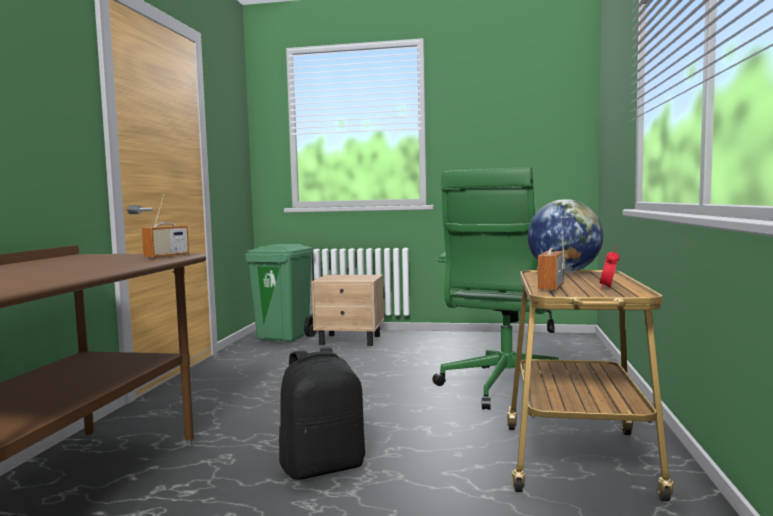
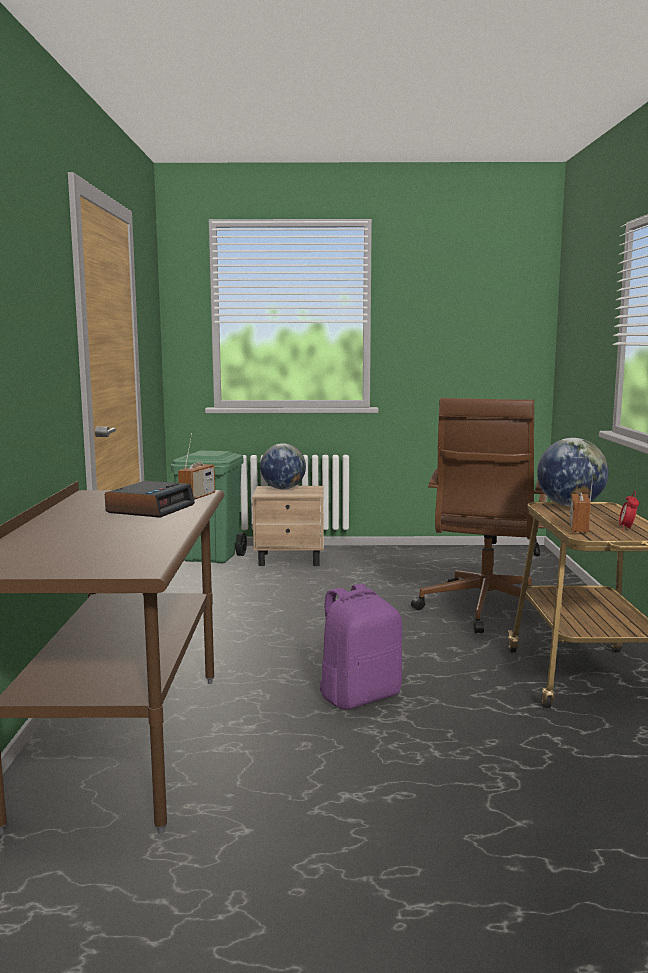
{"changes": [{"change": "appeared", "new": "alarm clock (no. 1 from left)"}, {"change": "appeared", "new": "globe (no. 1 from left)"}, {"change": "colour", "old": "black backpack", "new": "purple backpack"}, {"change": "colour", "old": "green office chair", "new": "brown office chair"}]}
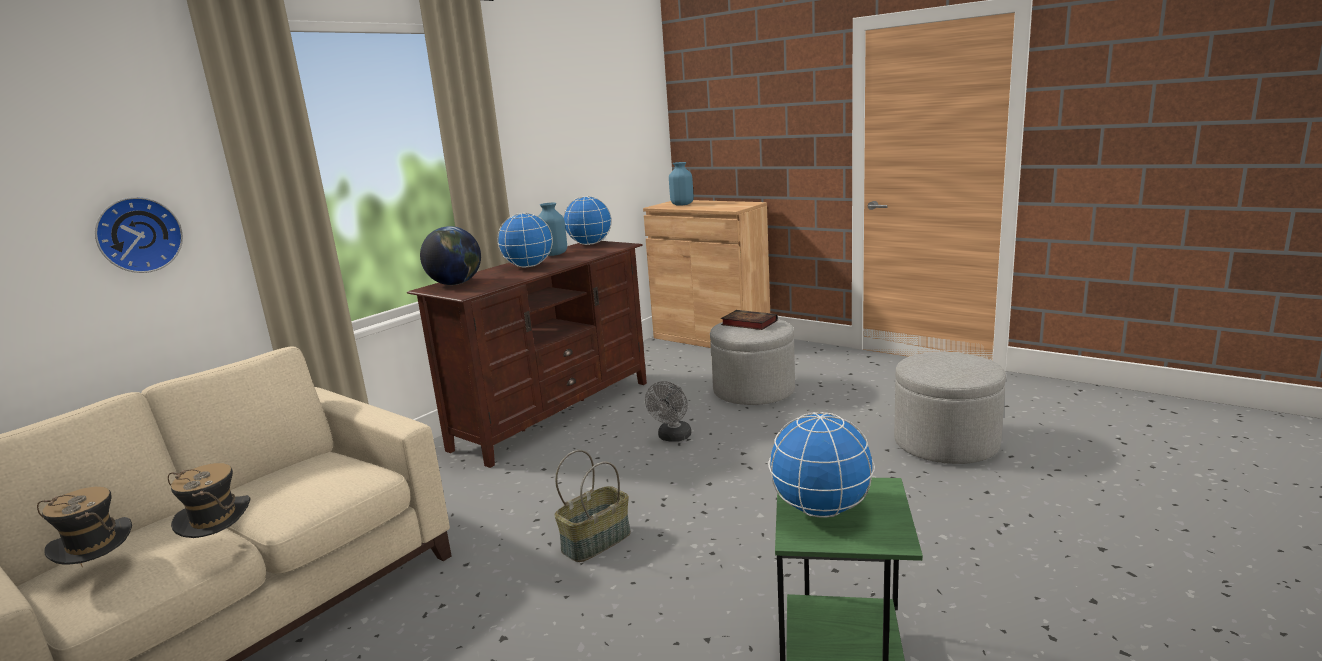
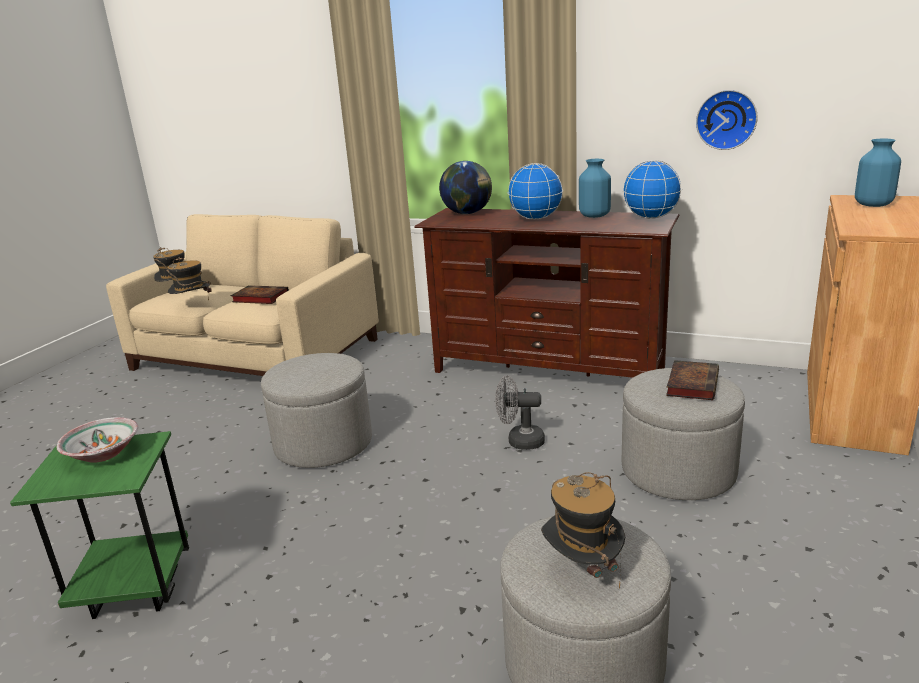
{"changes": [{"change": "exchanged", "old": "globe (no. 4 from left)", "new": "bowl"}, {"change": "appeared", "new": "book (no. 1 from left)"}, {"change": "exchanged", "old": "basket", "new": "grey ottoman (no. 1 from left)"}, {"change": "appeared", "new": "hat (no. 3 from left)"}, {"change": "relocated", "old": "wall clock"}]}
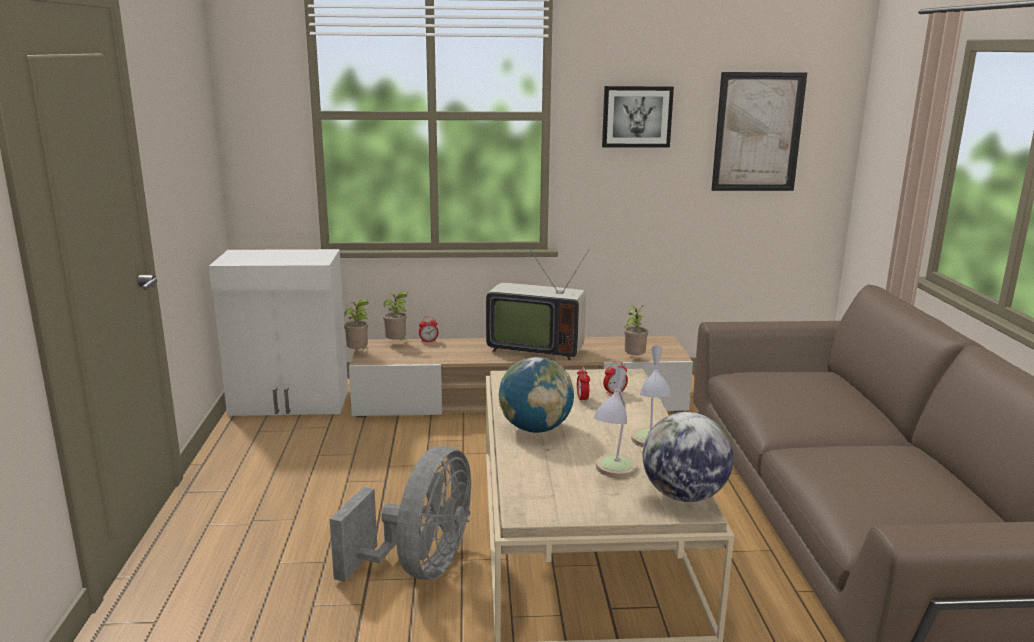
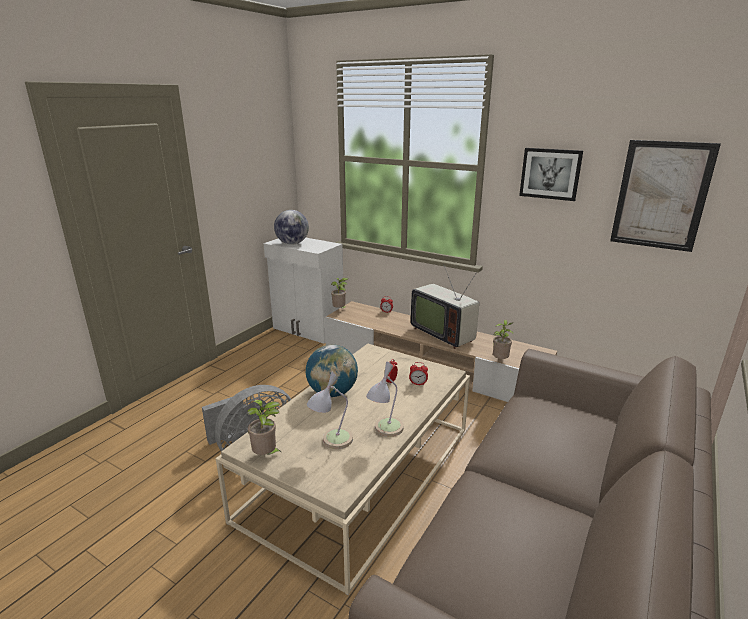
{"changes": [{"change": "relocated", "old": "potted plant (no. 2 from left in the first image)", "new": "potted plant (no. 1 from left)"}, {"change": "relocated", "old": "globe (no. 2 from left in the first image)", "new": "globe (no. 1 from left)"}]}
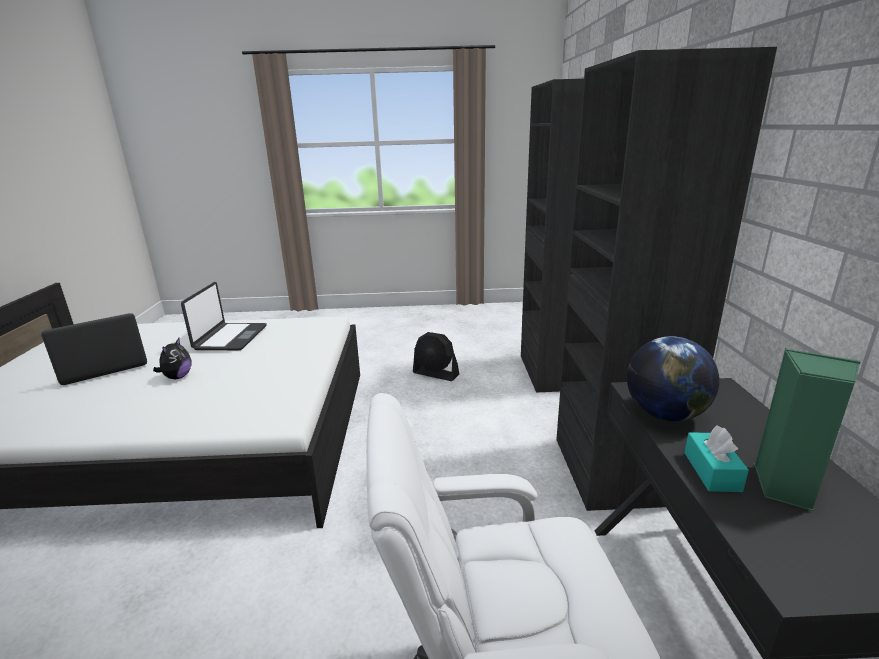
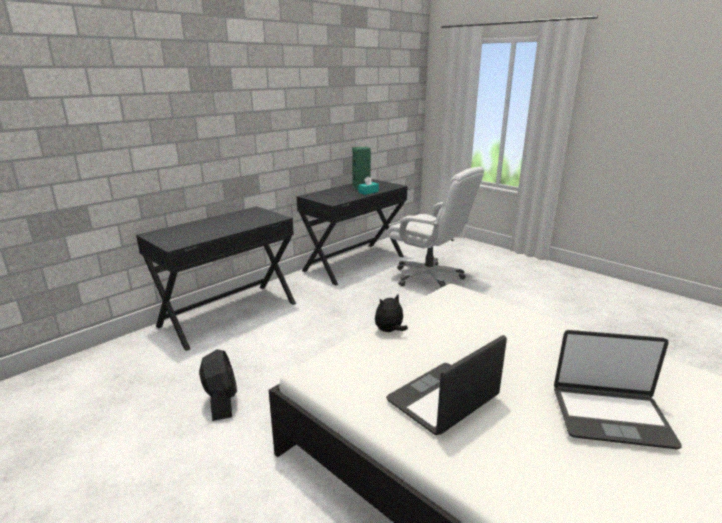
{"changes": [{"change": "exchanged", "old": "black wardrobe", "new": "black desk (no. 1 from left)"}, {"change": "relocated", "old": "plush toy"}, {"change": "missing", "old": "globe"}]}
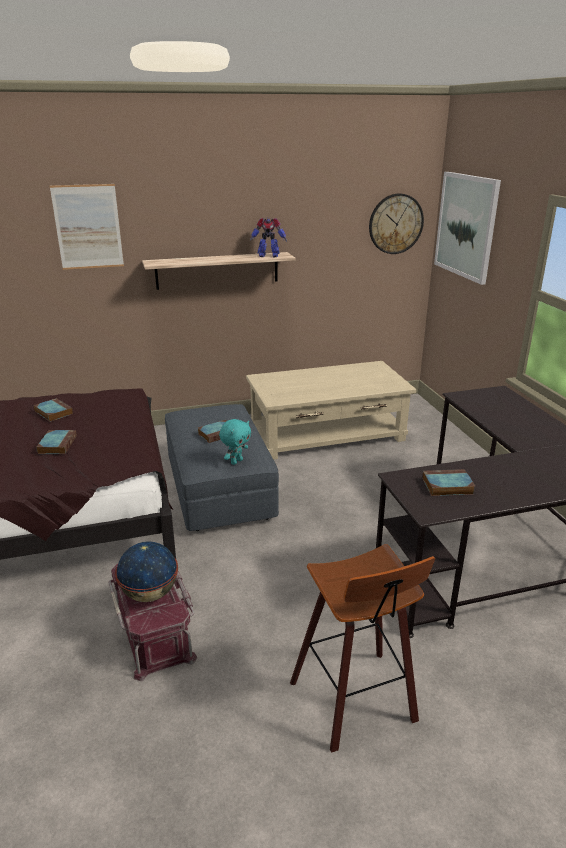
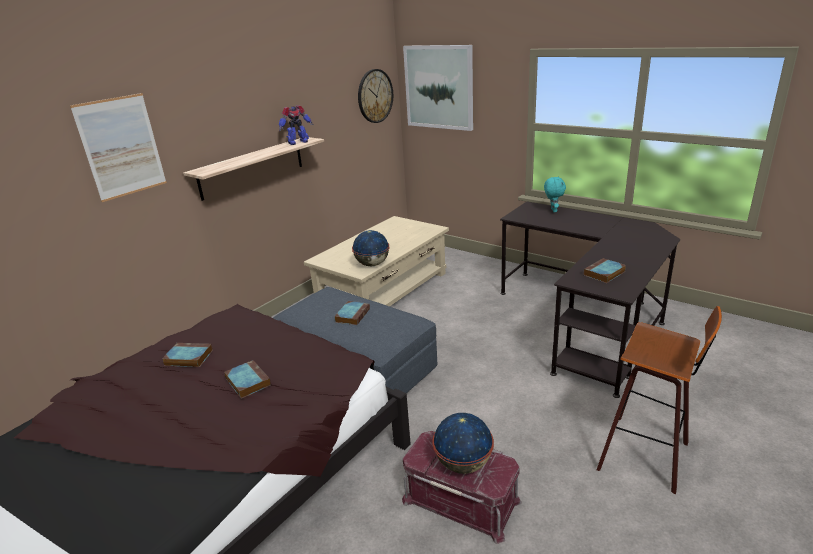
{"changes": [{"change": "appeared", "new": "globe (no. 1 from left)"}, {"change": "relocated", "old": "turquoise plush toy"}]}
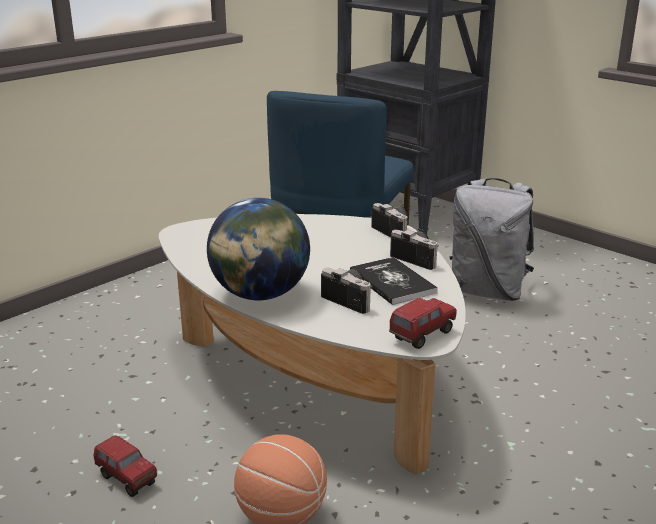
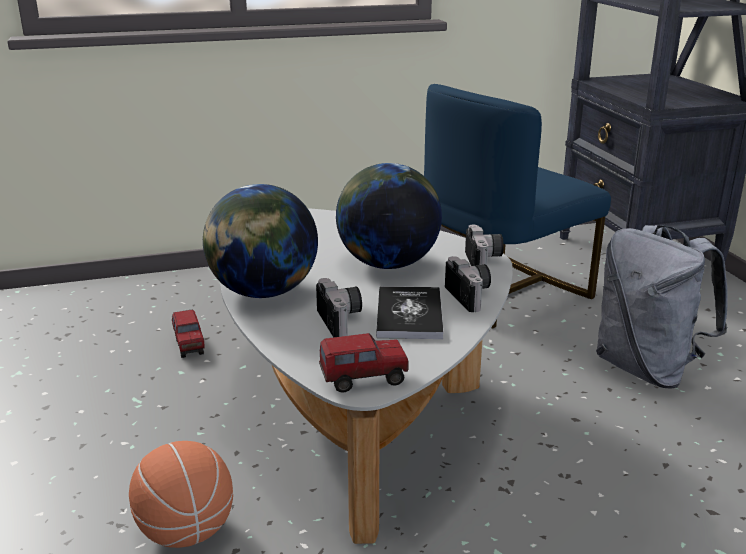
{"changes": [{"change": "relocated", "old": "toy truck (no. 1 from left)"}, {"change": "appeared", "new": "globe (no. 2 from left)"}]}
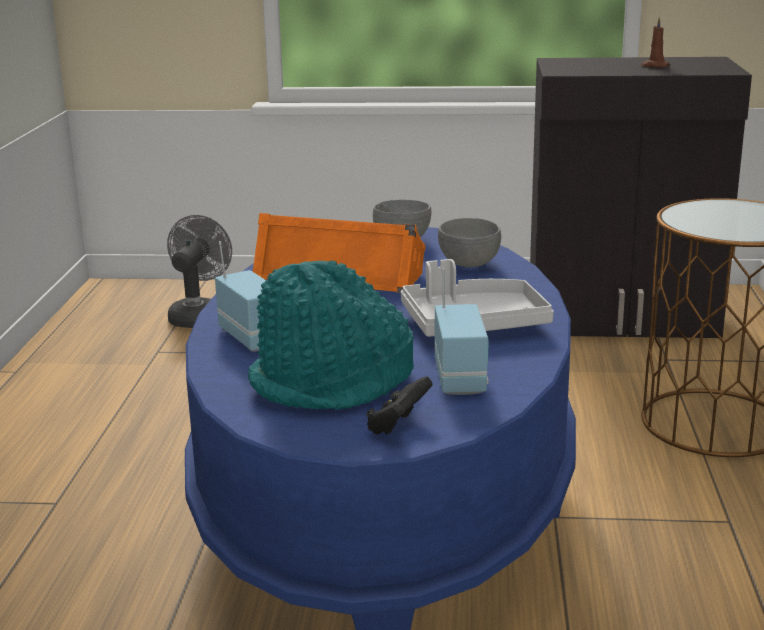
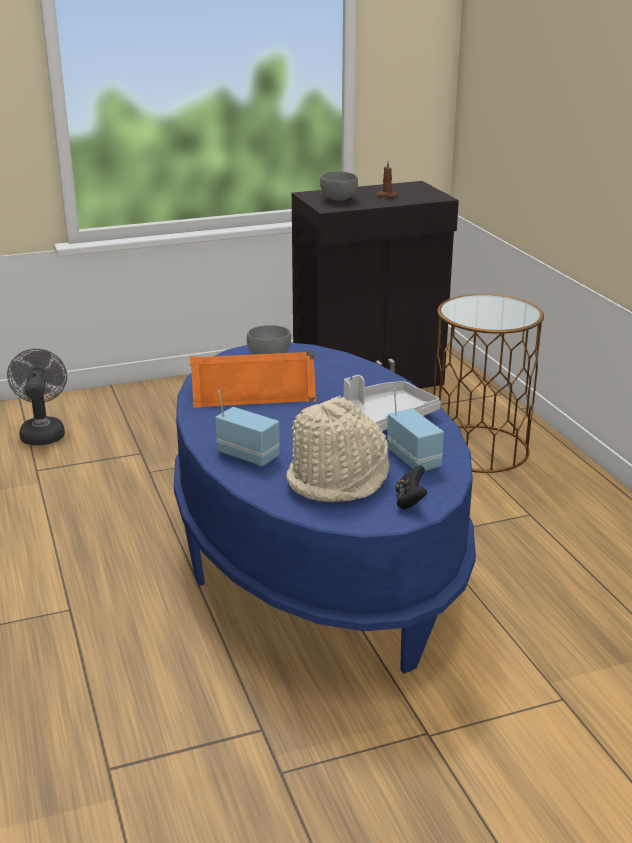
{"changes": [{"change": "colour", "old": "turquoise hat", "new": "beige hat"}, {"change": "relocated", "old": "grey bowl (no. 2 from left)"}]}
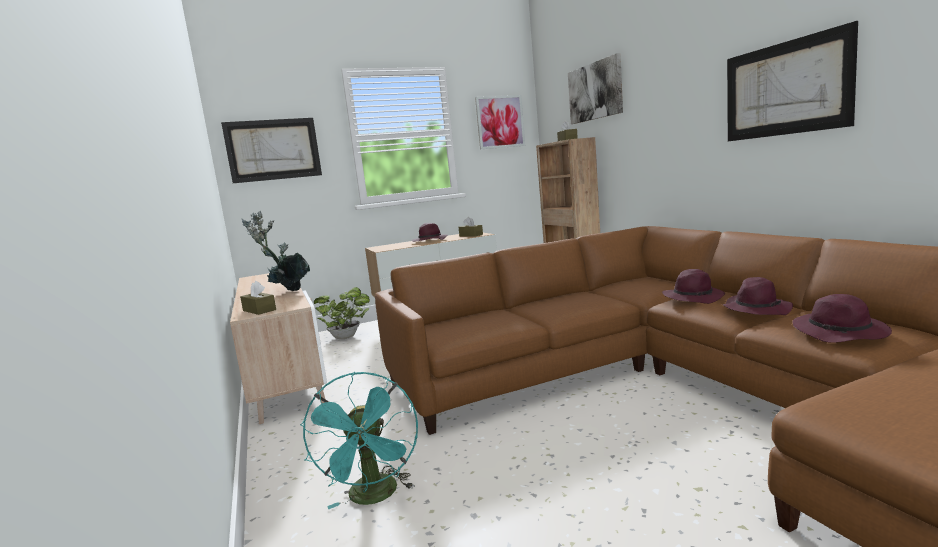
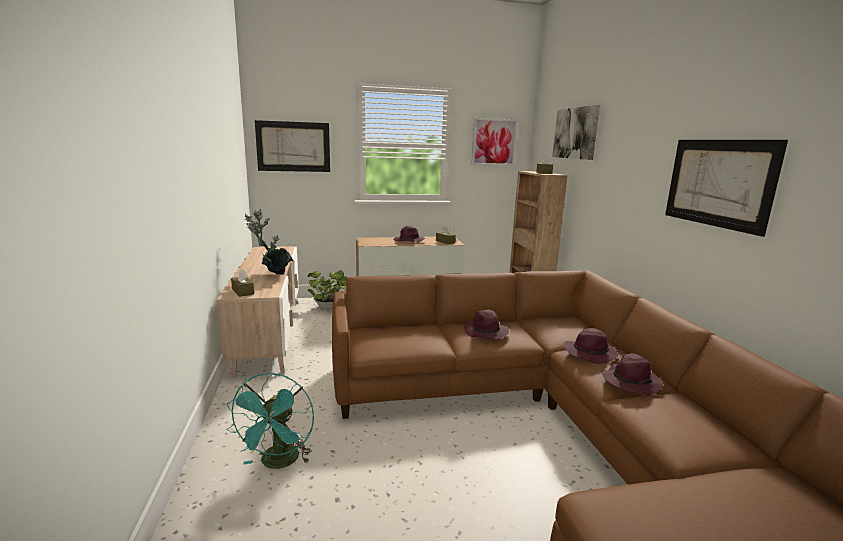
{"changes": [{"change": "relocated", "old": "purple hat (no. 4 from left in the first image)", "new": "purple hat (no. 2 from left)"}]}
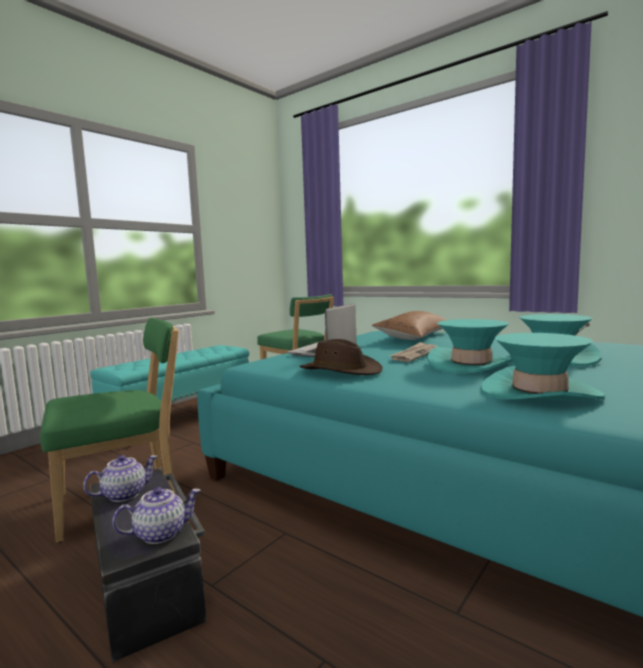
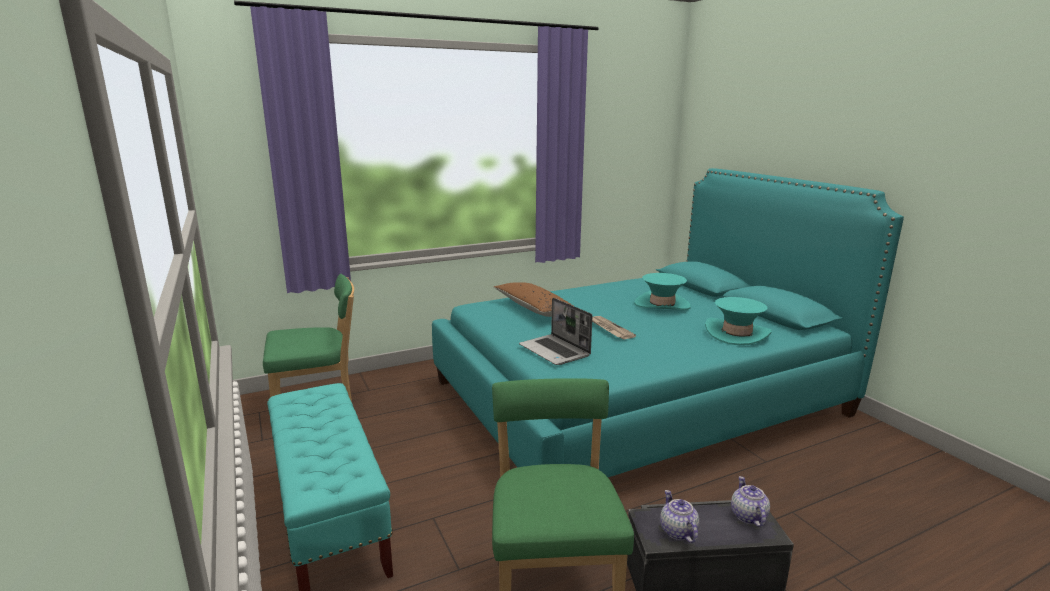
{"changes": [{"change": "missing", "old": "brown hat"}, {"change": "missing", "old": "turquoise hat (no. 1 from left)"}]}
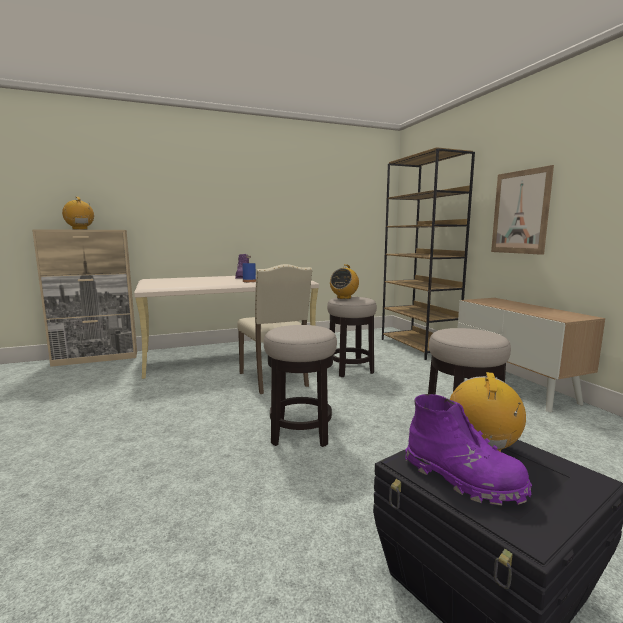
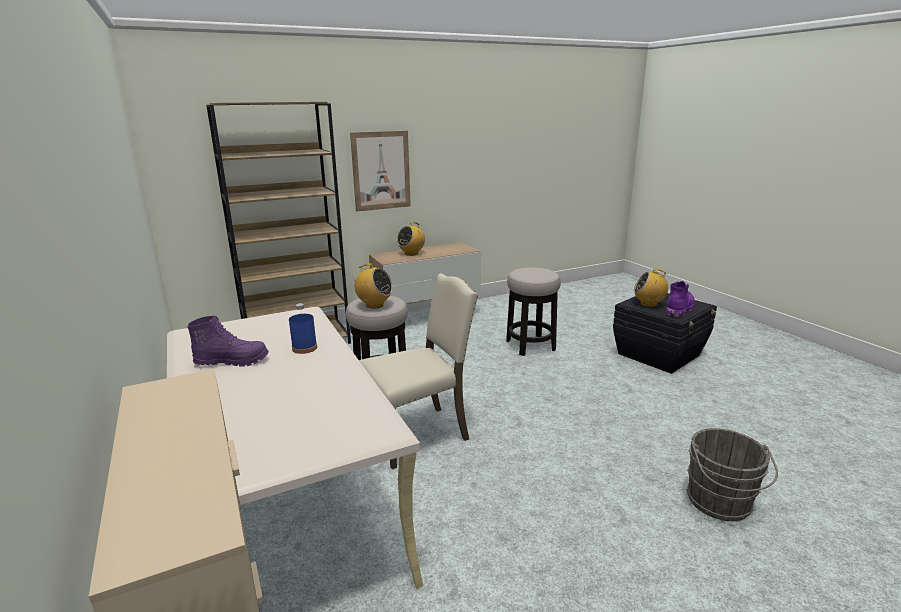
{"changes": [{"change": "relocated", "old": "radio (no. 1 from left in the first image)", "new": "radio (no. 2 from left)"}, {"change": "appeared", "new": "grey bucket"}, {"change": "missing", "old": "stool (no. 1 from left)"}]}
